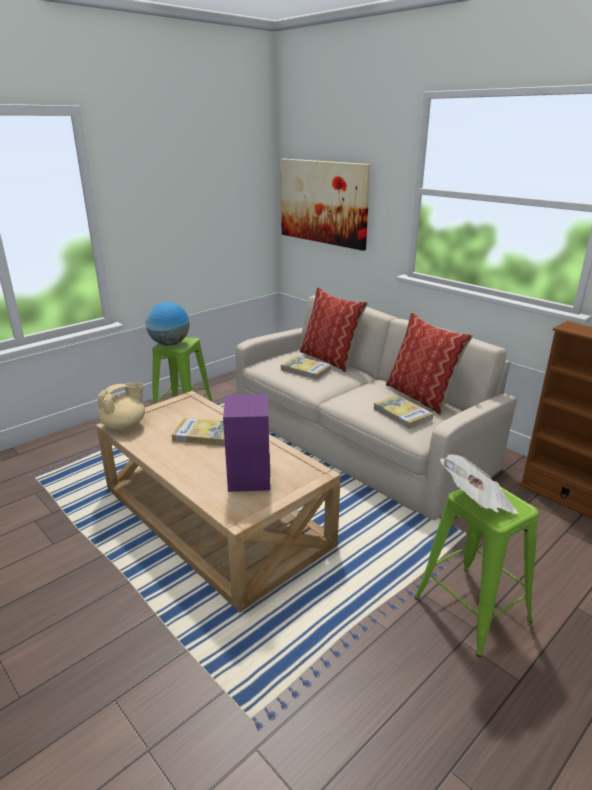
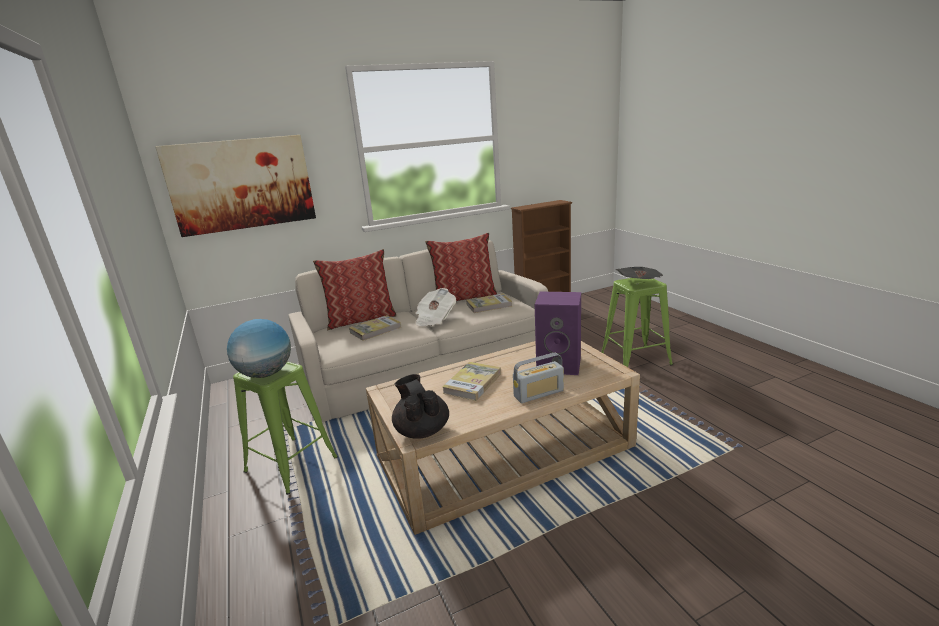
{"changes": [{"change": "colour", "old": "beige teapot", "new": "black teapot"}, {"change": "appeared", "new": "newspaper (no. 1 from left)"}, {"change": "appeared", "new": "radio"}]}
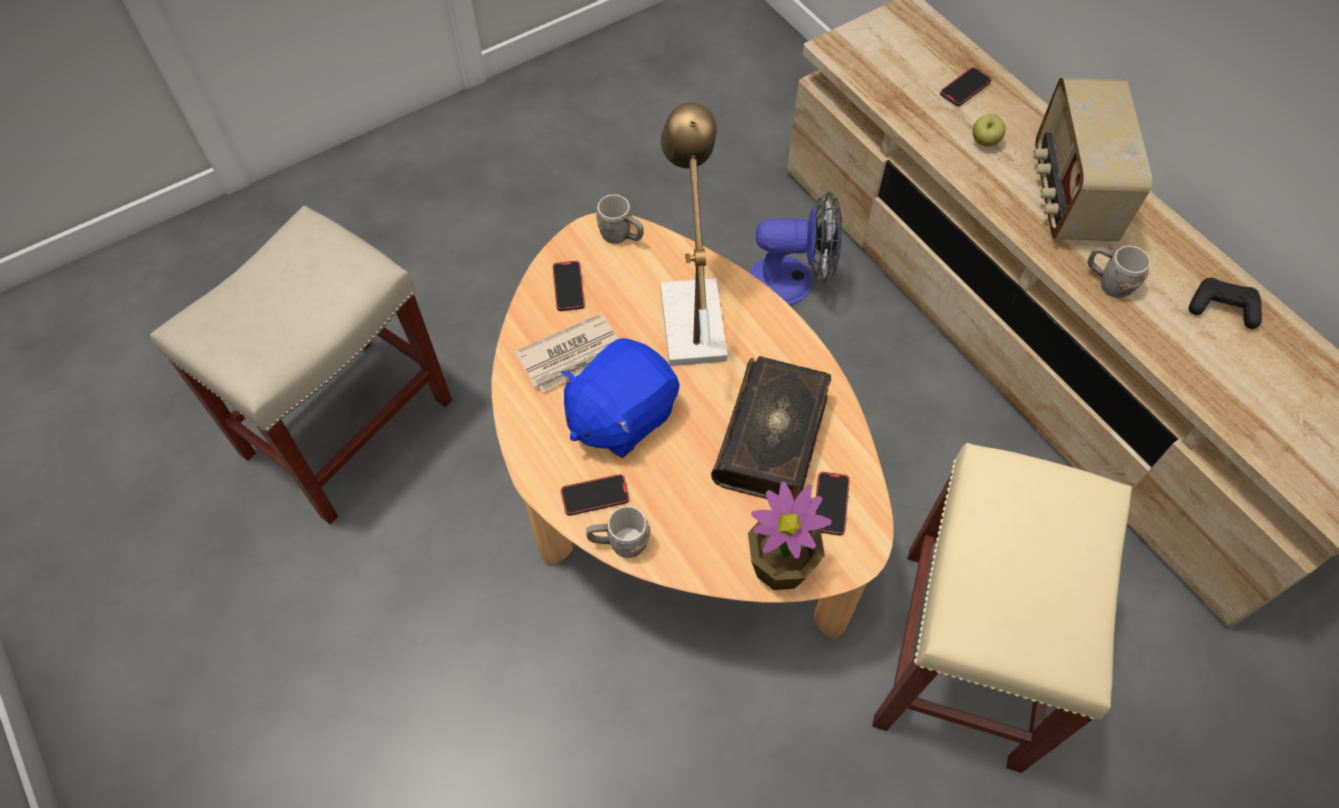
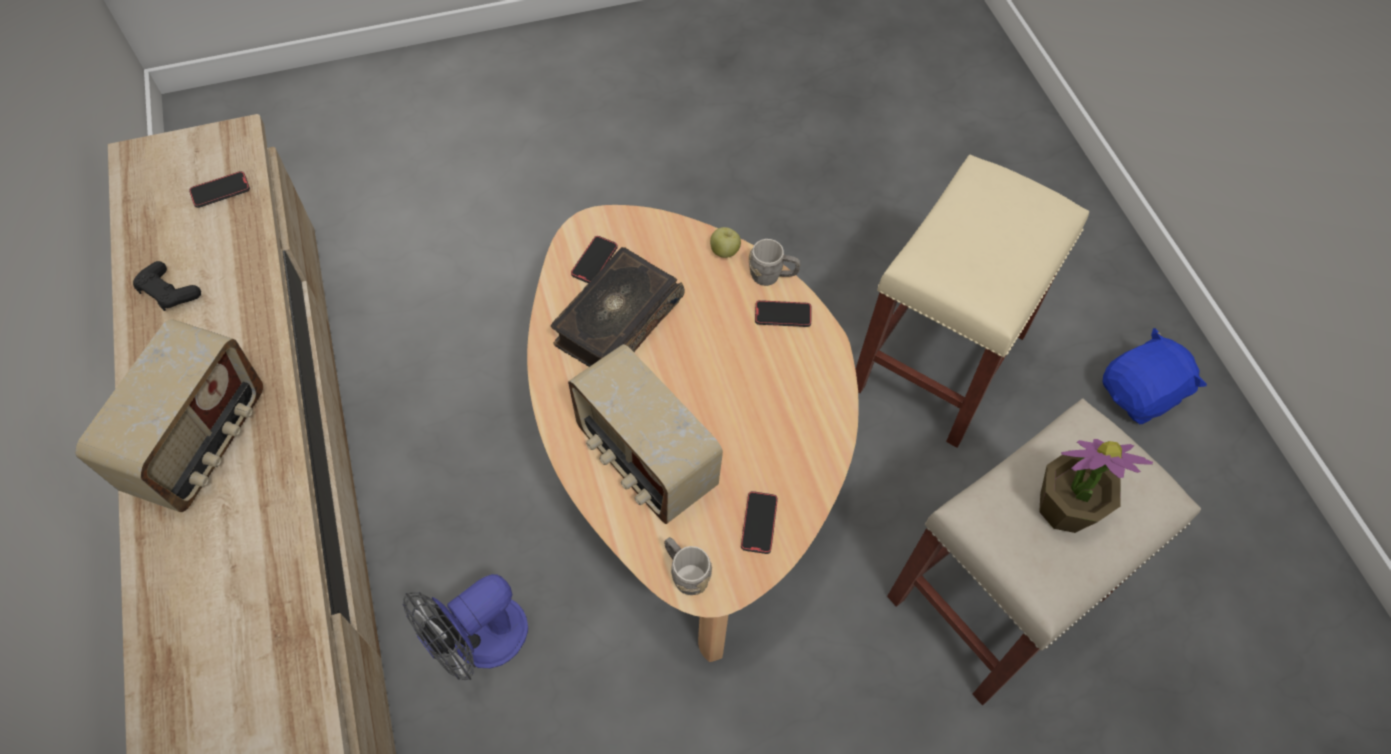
{"changes": [{"change": "relocated", "old": "phone (no. 4 from left in the first image)", "new": "phone (no. 1 from left)"}, {"change": "spun", "old": "fan", "degrees": -60}, {"change": "exchanged", "old": "table lamp", "new": "radio (no. 2 from left)"}, {"change": "relocated", "old": "apple"}, {"change": "relocated", "old": "beige stool (no. 2 from left in the first image)", "new": "beige stool (no. 1 from left)"}, {"change": "relocated", "old": "potted plant"}, {"change": "relocated", "old": "blue plush toy"}, {"change": "missing", "old": "newspaper"}, {"change": "missing", "old": "grey mug (no. 3 from left)"}]}
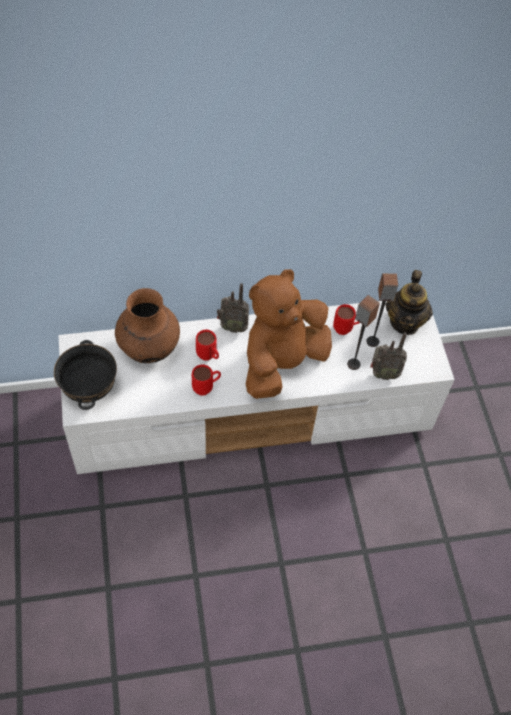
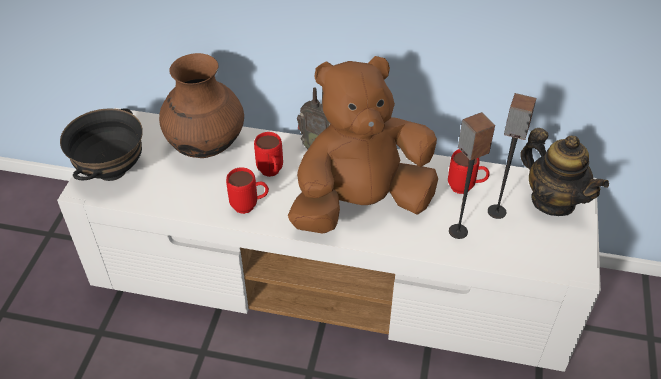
{"changes": [{"change": "spun", "old": "teapot", "degrees": -75}, {"change": "missing", "old": "radio (no. 2 from left)"}]}
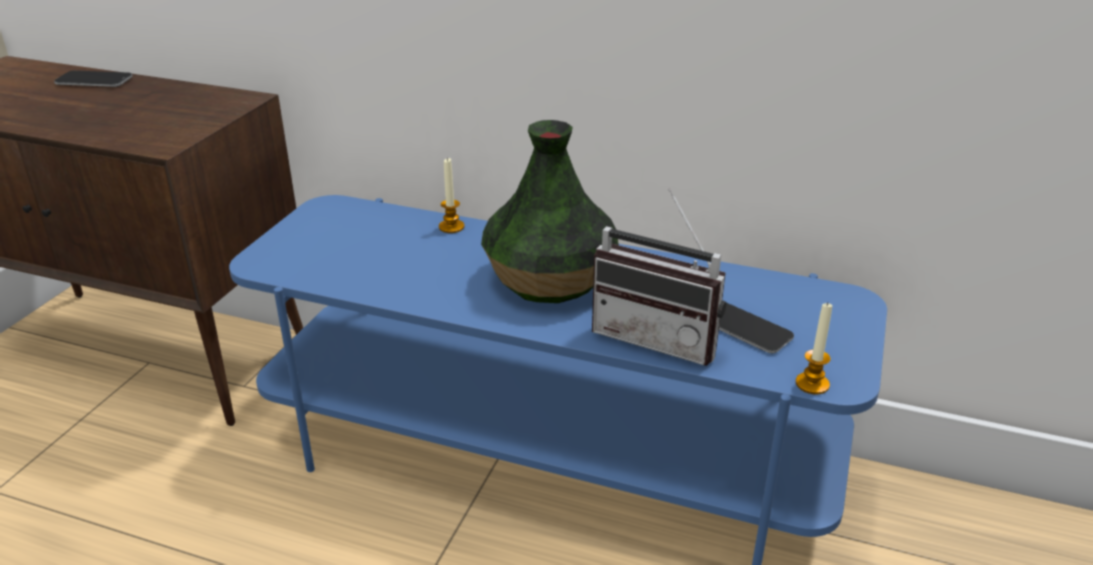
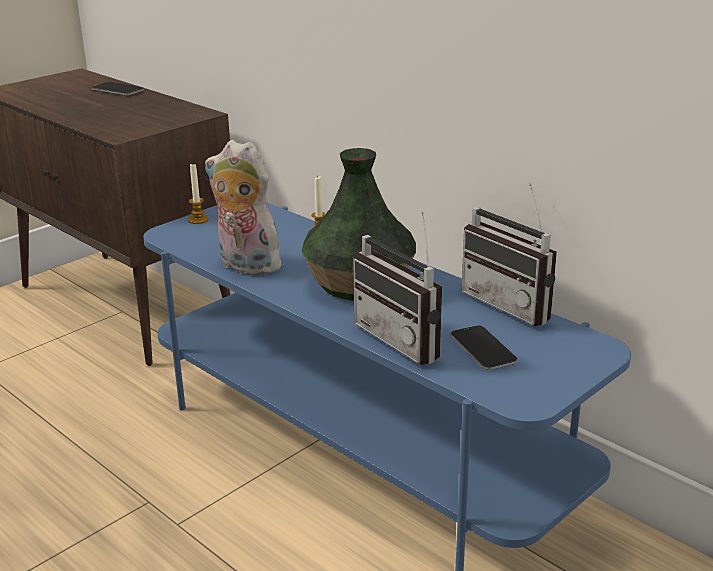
{"changes": [{"change": "relocated", "old": "candle (no. 2 from left in the first image)", "new": "candle (no. 1 from left)"}, {"change": "appeared", "new": "plush toy"}, {"change": "appeared", "new": "radio (no. 2 from left)"}]}
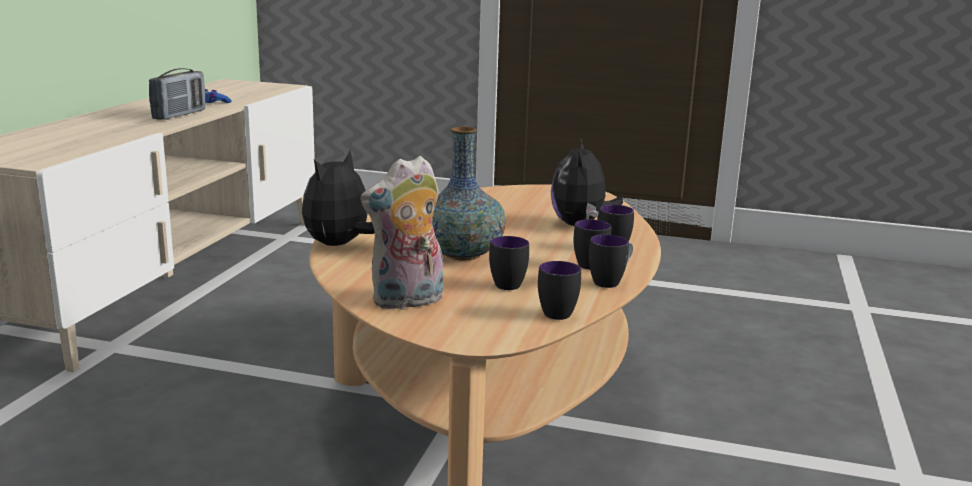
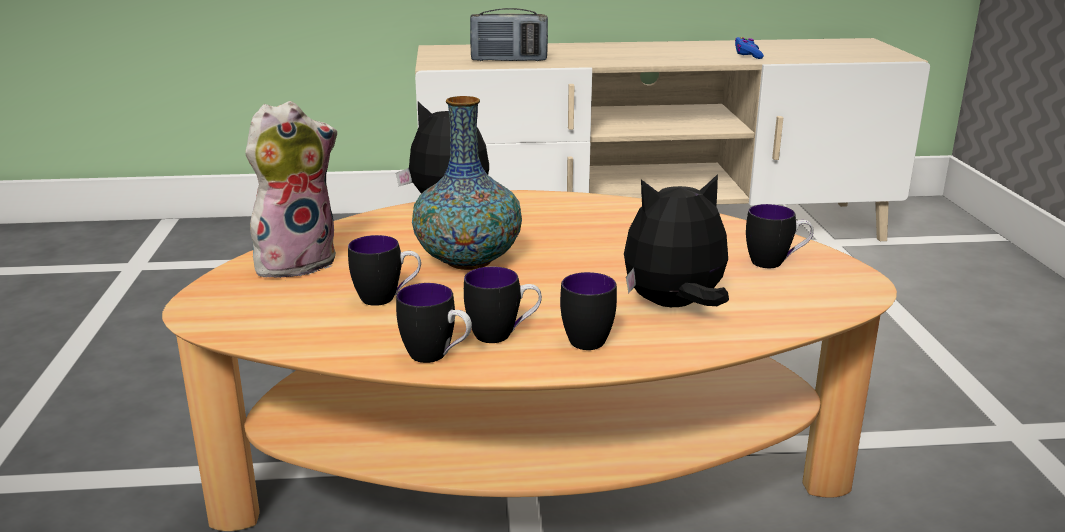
{"changes": [{"change": "spun", "old": "plush toy (no. 2 from left in the first image)", "degrees": 105}, {"change": "relocated", "old": "radio"}, {"change": "relocated", "old": "mug (no. 2 from left in the first image)", "new": "mug (no. 5 from left)"}]}
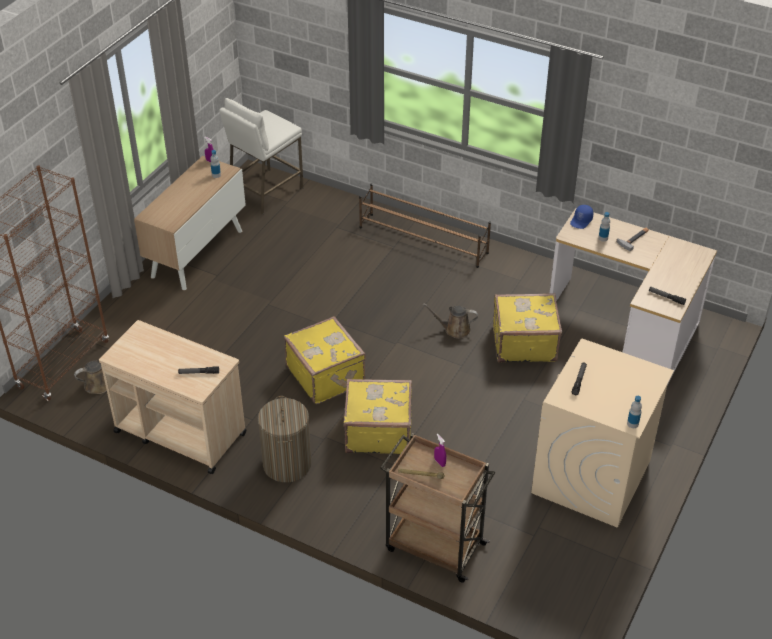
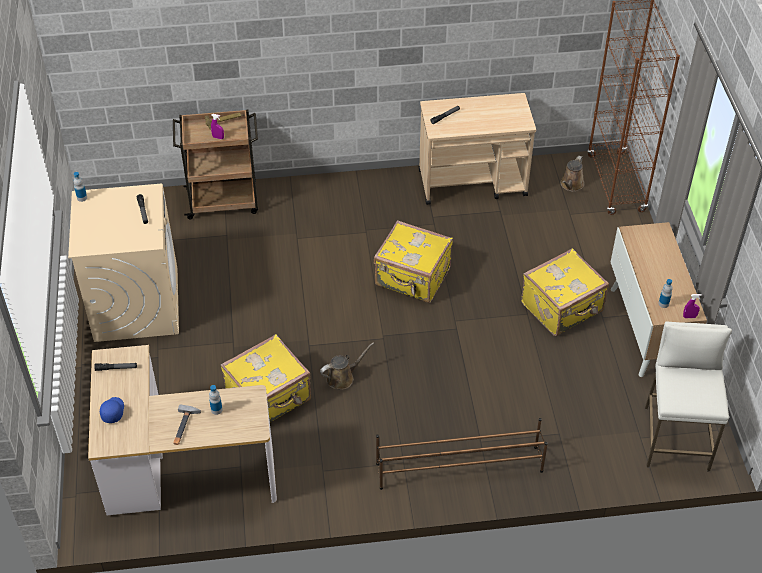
{"changes": [{"change": "relocated", "old": "blue cap"}, {"change": "relocated", "old": "yellow suitcase (no. 2 from left in the first image)", "new": "yellow suitcase (no. 3 from left)"}, {"change": "missing", "old": "laundry basket"}]}
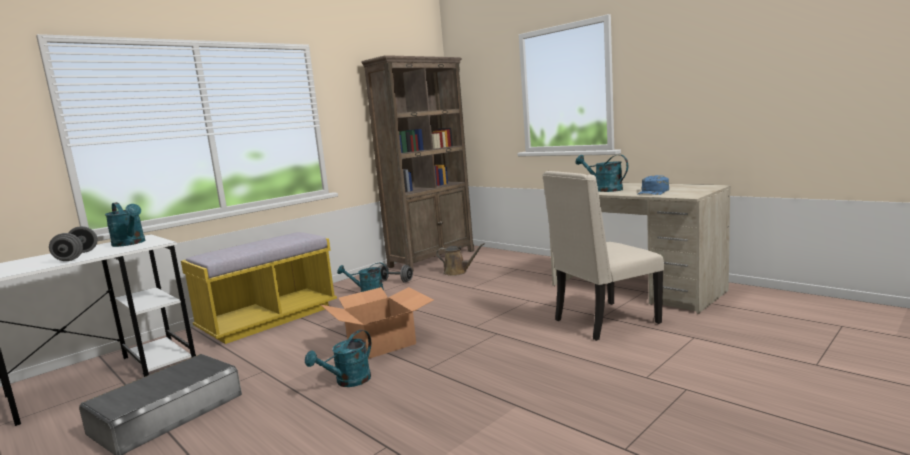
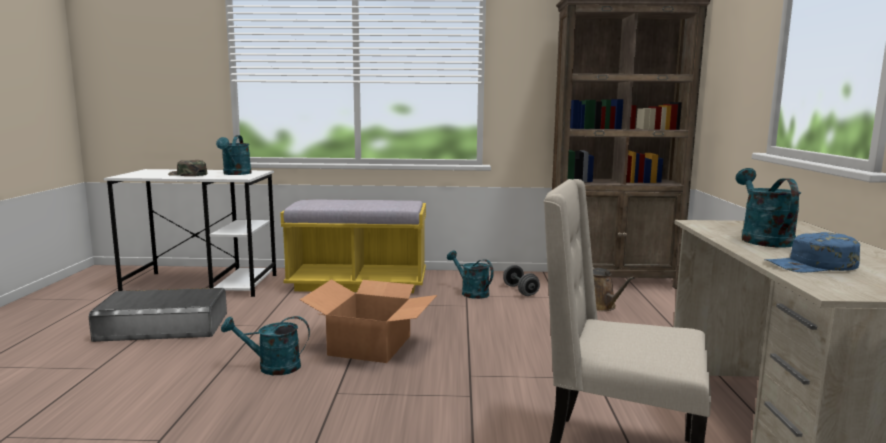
{"changes": [{"change": "exchanged", "old": "grey dumbbell (no. 1 from left)", "new": "green cap"}]}
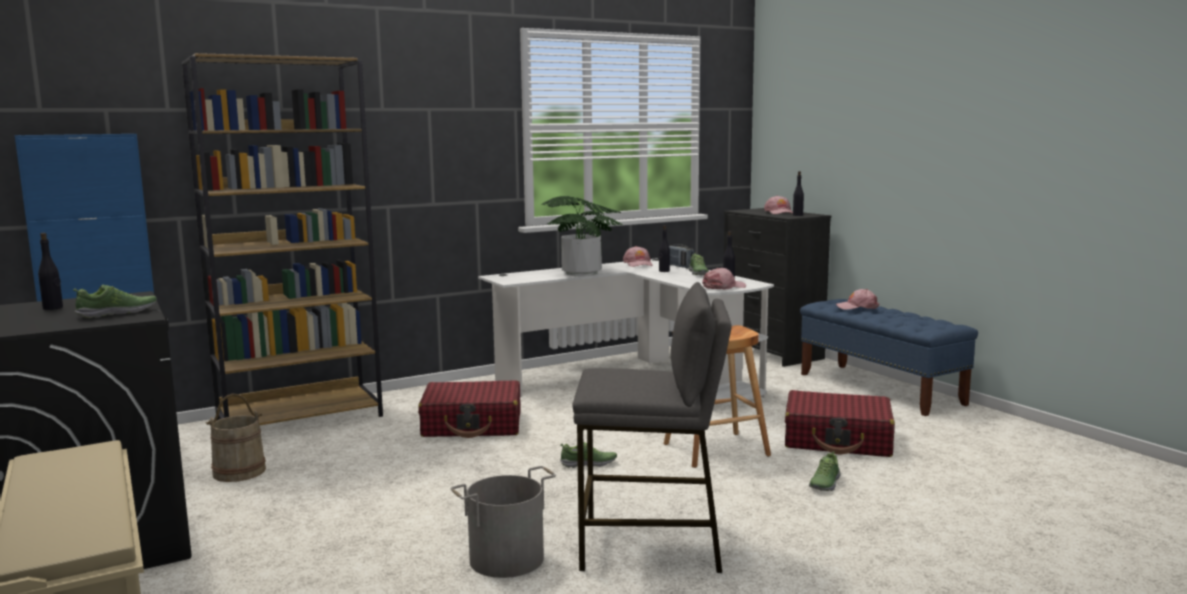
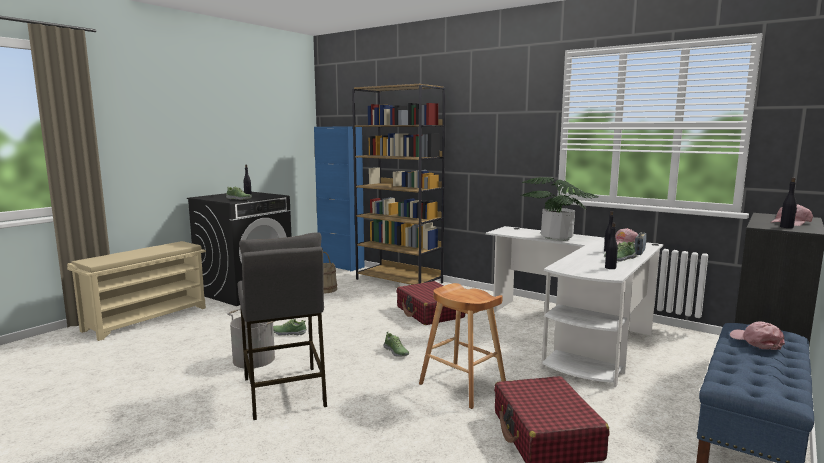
{"changes": [{"change": "relocated", "old": "shoe (no. 4 from left in the first image)", "new": "shoe (no. 2 from left)"}, {"change": "missing", "old": "pink cap (no. 2 from left)"}]}
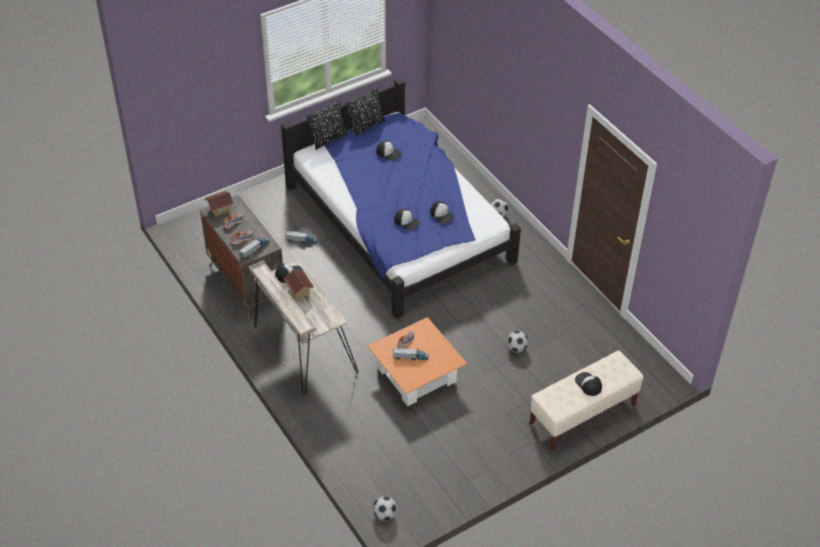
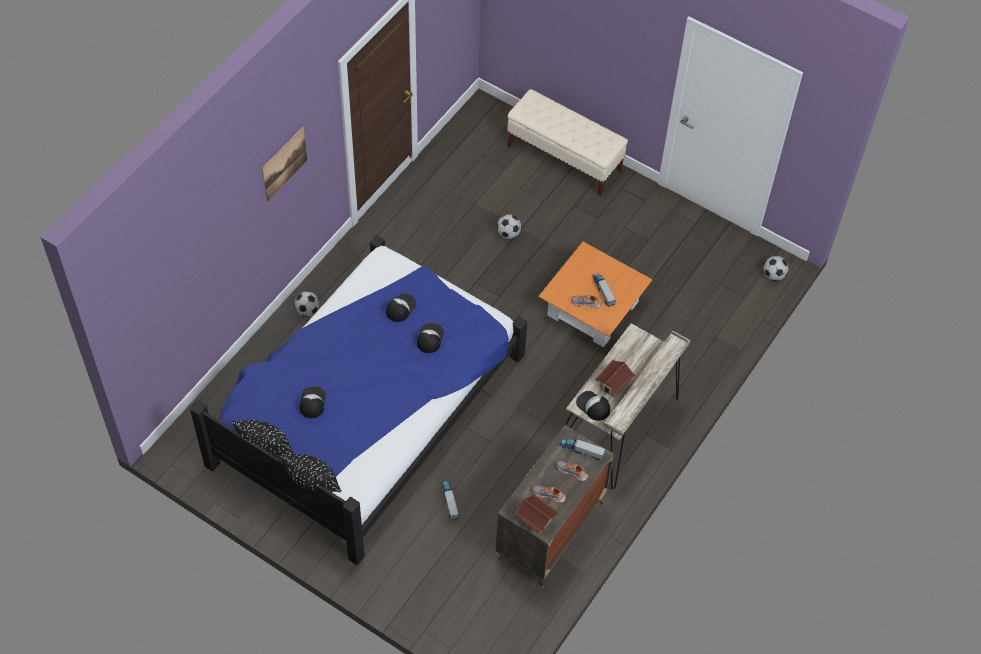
{"changes": [{"change": "appeared", "new": "picture"}, {"change": "missing", "old": "cap (no. 5 from left)"}]}
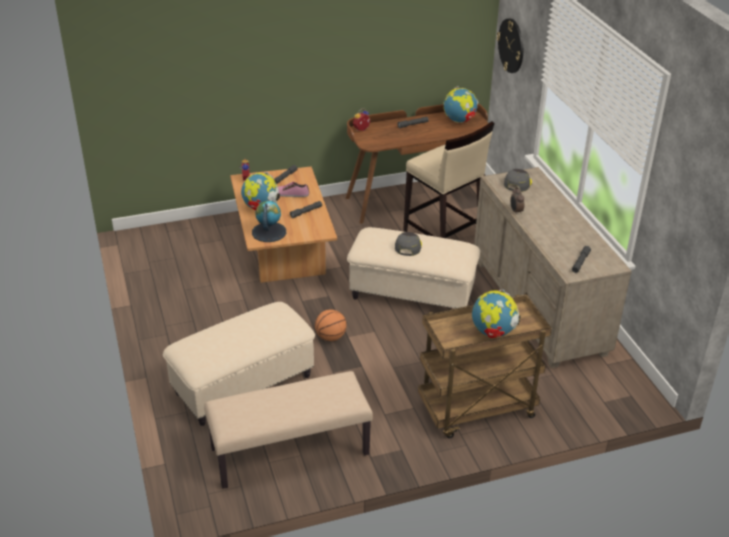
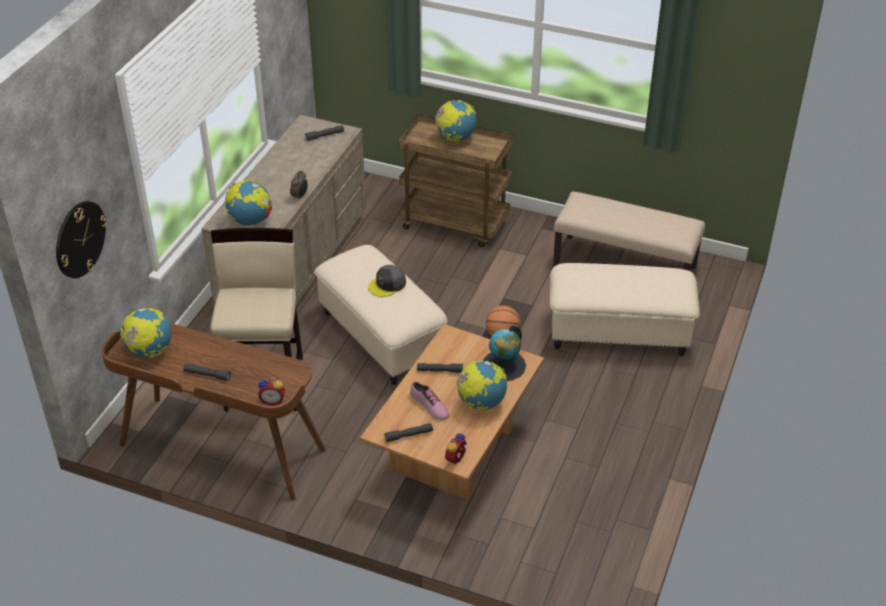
{"changes": [{"change": "exchanged", "old": "grey cap (no. 2 from left)", "new": "globe (no. 2 from left)"}]}
